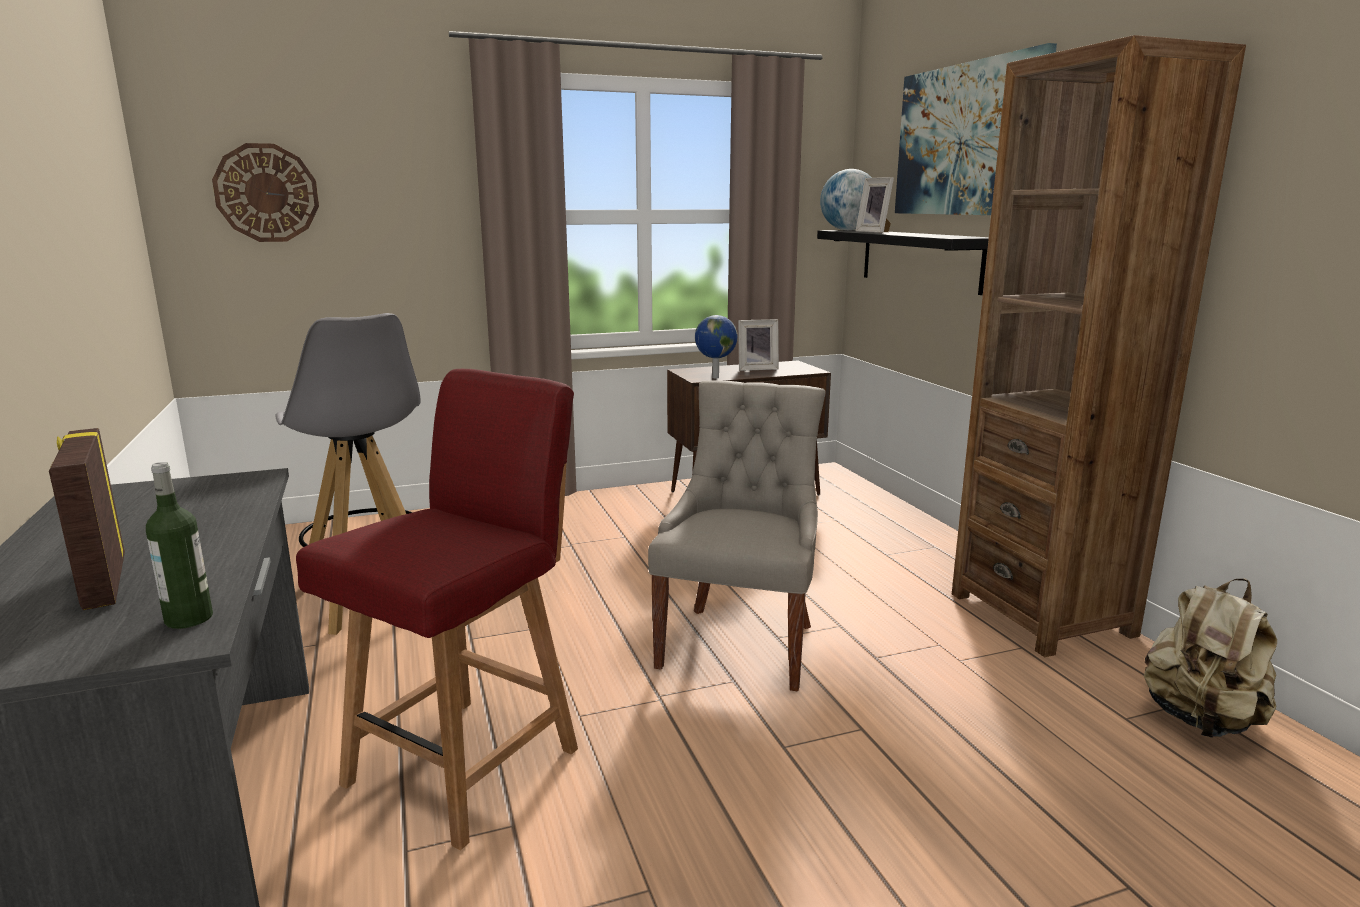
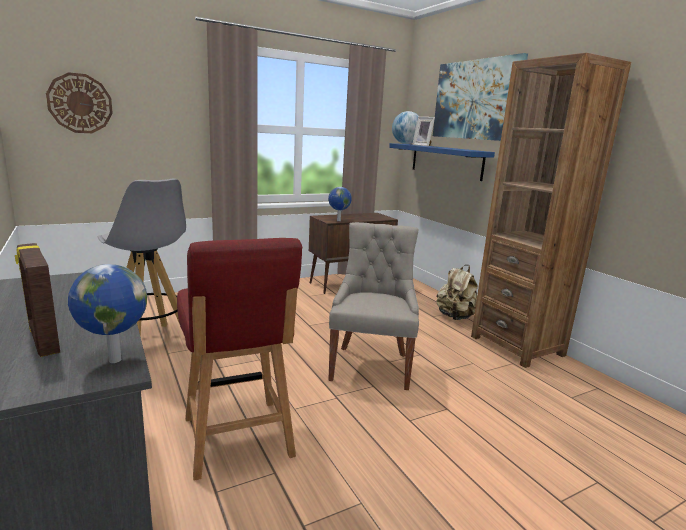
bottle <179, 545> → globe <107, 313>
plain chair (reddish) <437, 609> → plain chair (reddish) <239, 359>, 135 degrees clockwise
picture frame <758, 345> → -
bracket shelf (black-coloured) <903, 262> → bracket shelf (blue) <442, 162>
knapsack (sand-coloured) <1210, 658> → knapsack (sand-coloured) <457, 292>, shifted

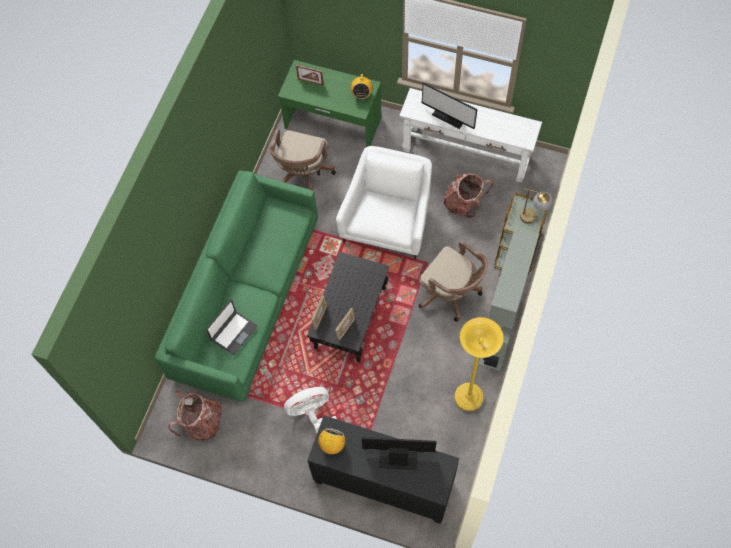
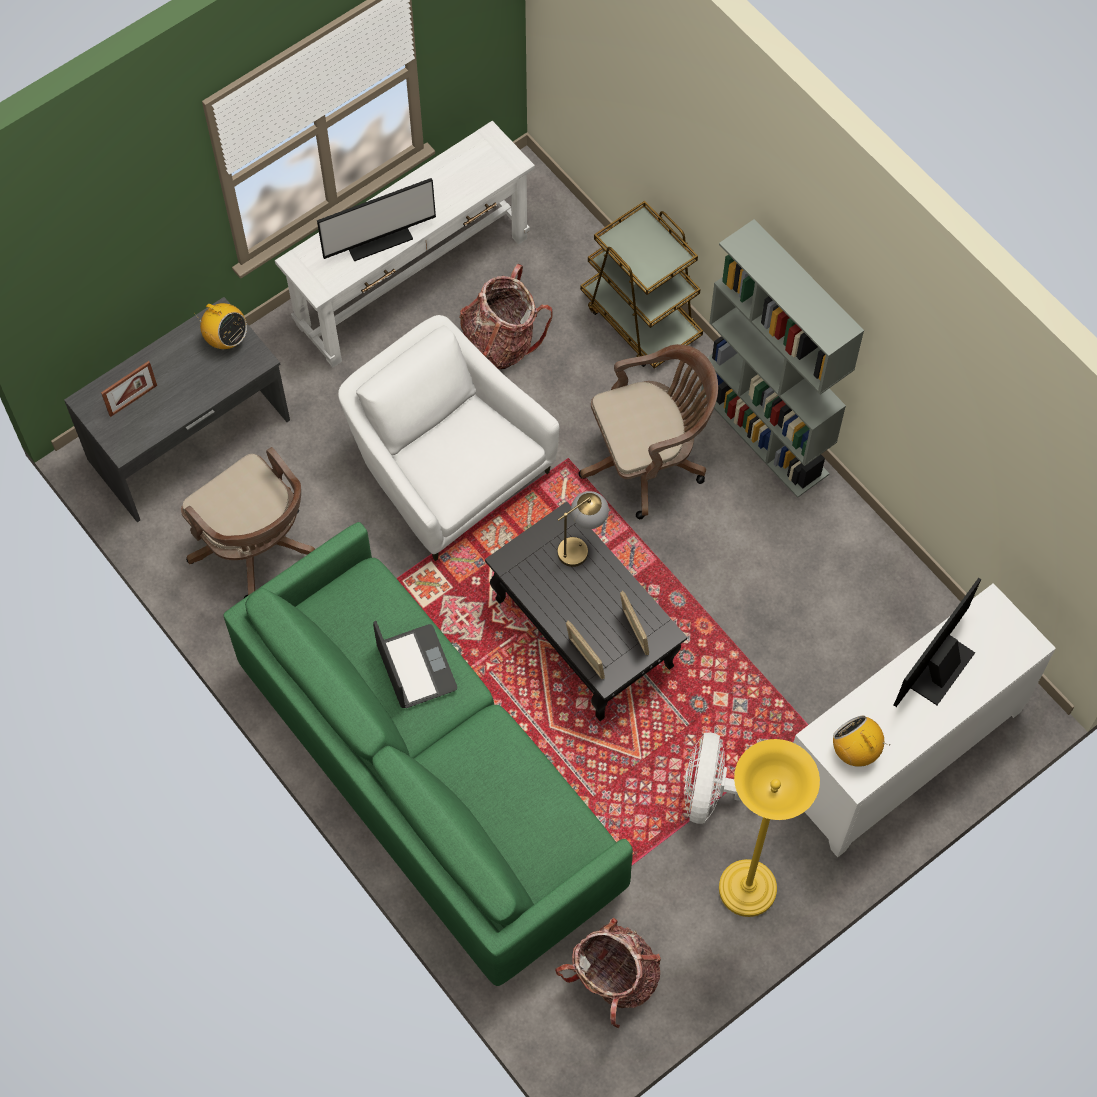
notebook computer <231, 327> → notebook computer <415, 664>, shifted
desk table (green) <329, 103> → desk table (grey) <177, 409>
cupboard (black-coloured) <383, 469> → cupboard (white-coloured) <924, 720>
floor lamp (yellowish) <479, 364> → floor lamp (yellowish) <769, 828>, shifted
tabletop lamp <536, 205> → tabletop lamp <583, 529>, shifted

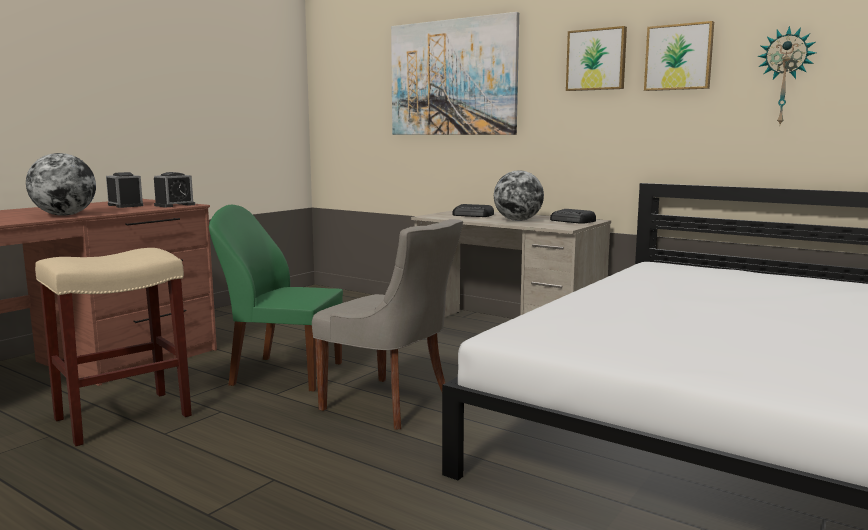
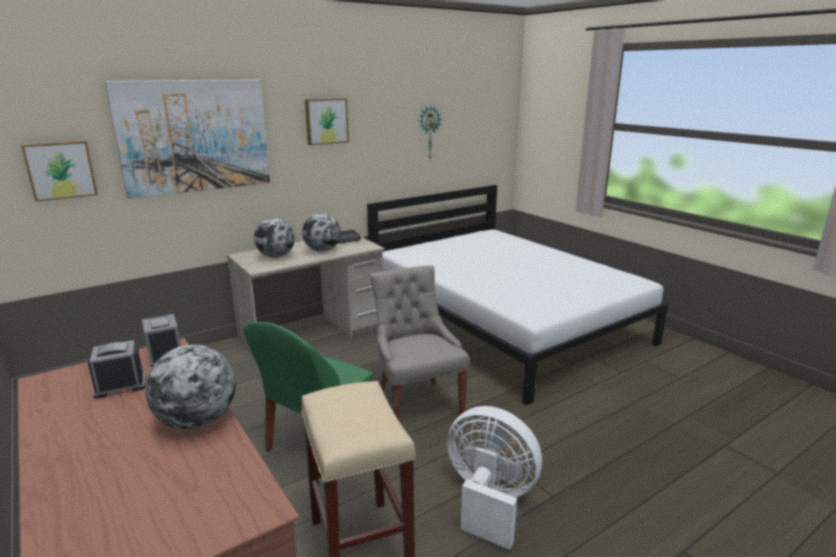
plain chair (grey) <387, 324> → plain chair (grey) <419, 343>, 75 degrees counterclockwise
radio set <473, 210> → globe <274, 238>
picture <679, 56> → picture <59, 171>, shifted
- → electric fan (white-coloured) <494, 478>

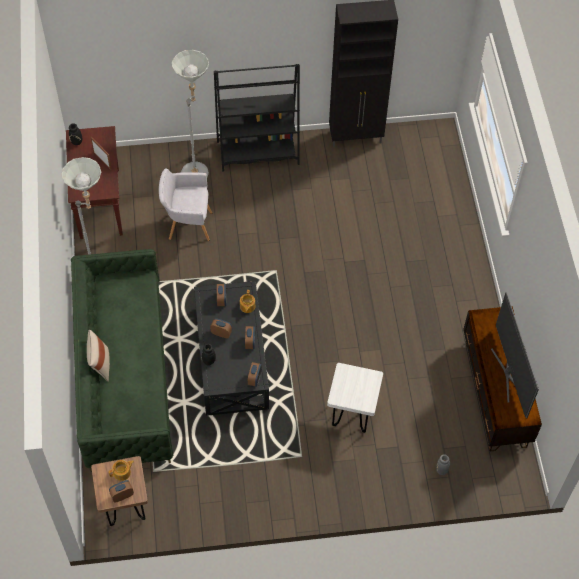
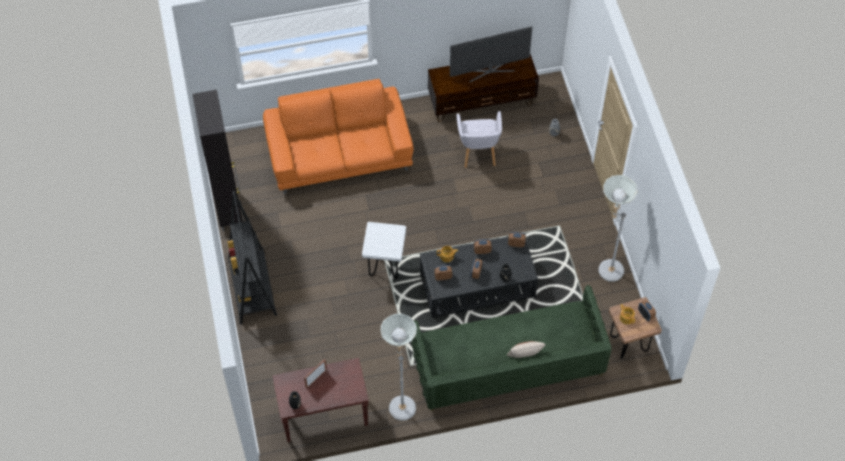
armchair (grey) <185, 204> → armchair (grey) <479, 139>, shifted
floor lamp (grey) <190, 113> → floor lamp (grey) <618, 228>, shifted
sitting stool (white-coloured) <355, 398> → sitting stool (white-coloured) <384, 250>, shifted
- → settee (orange-coloured) <338, 136>

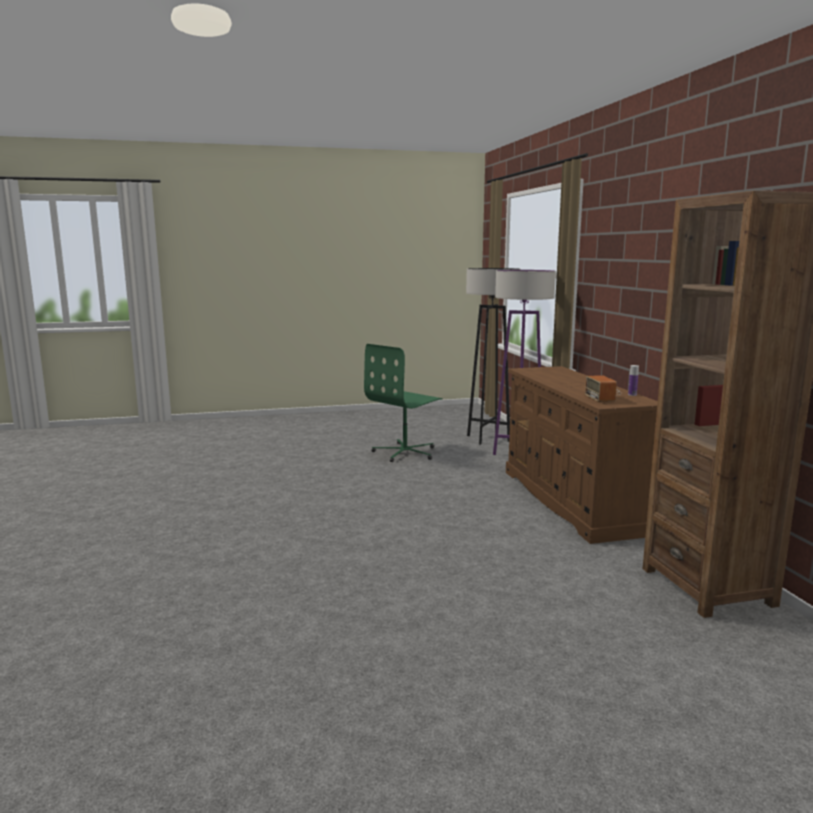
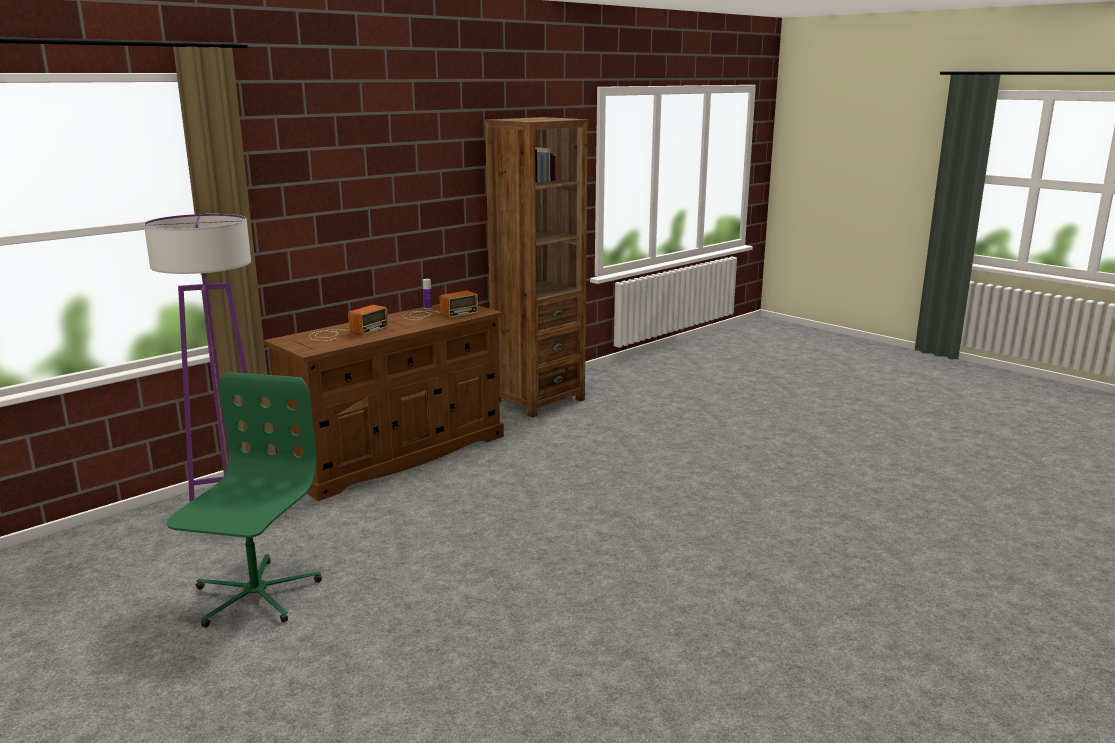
desk chair (green) <403, 403> → desk chair (green) <244, 500>, 90 degrees counterclockwise
floor lamp (grey) <493, 356> → -
- → radio set <348, 323>

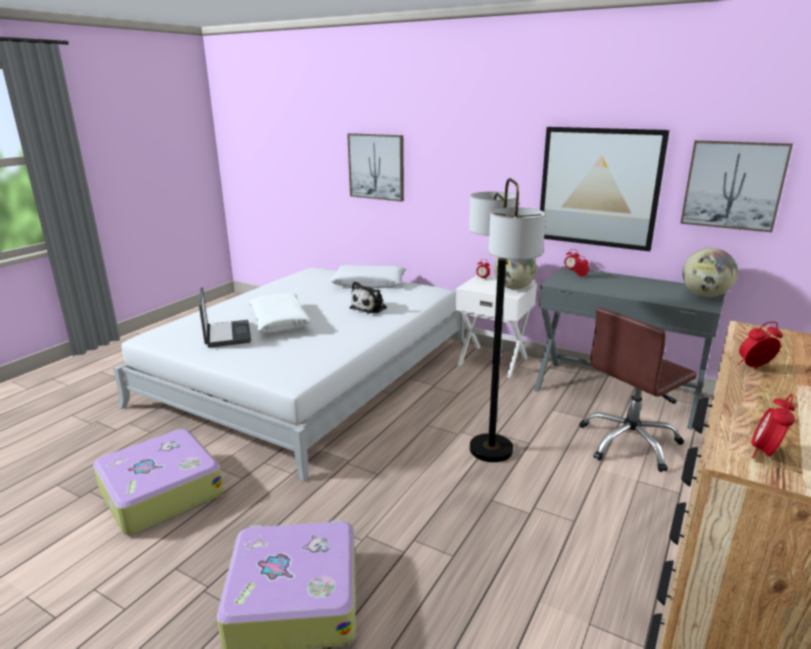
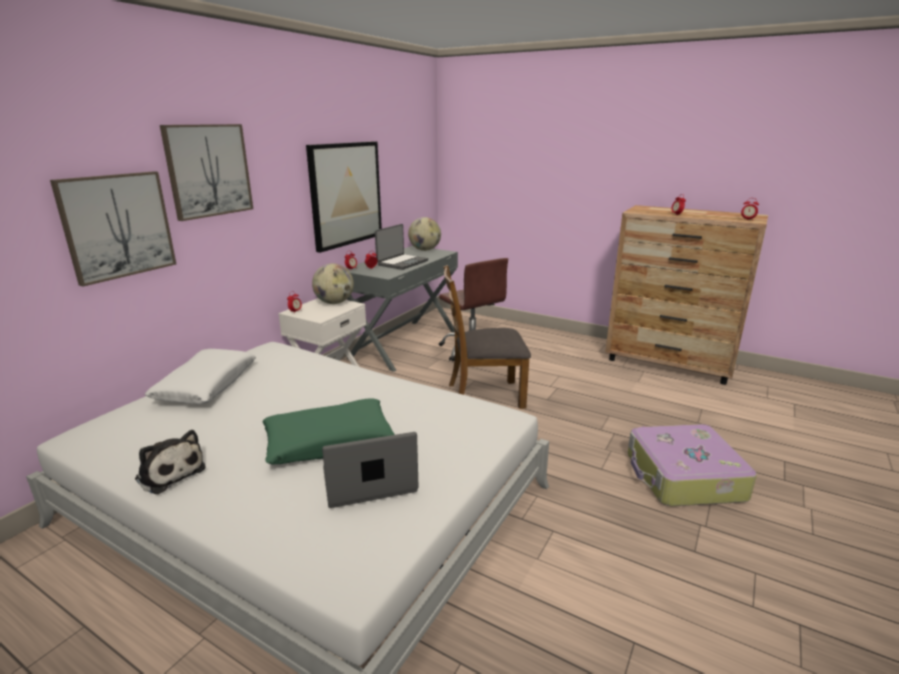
travel case <158, 482> → -
throw pillow (white-coloured) <280, 313> → throw pillow (green) <328, 431>
plush toy <368, 297> → plush toy <170, 462>, shifted
floor lamp <507, 320> → plain chair (brown) <487, 337>
picture <736, 186> → picture <206, 172>, shifted
- → notebook computer <401, 247>

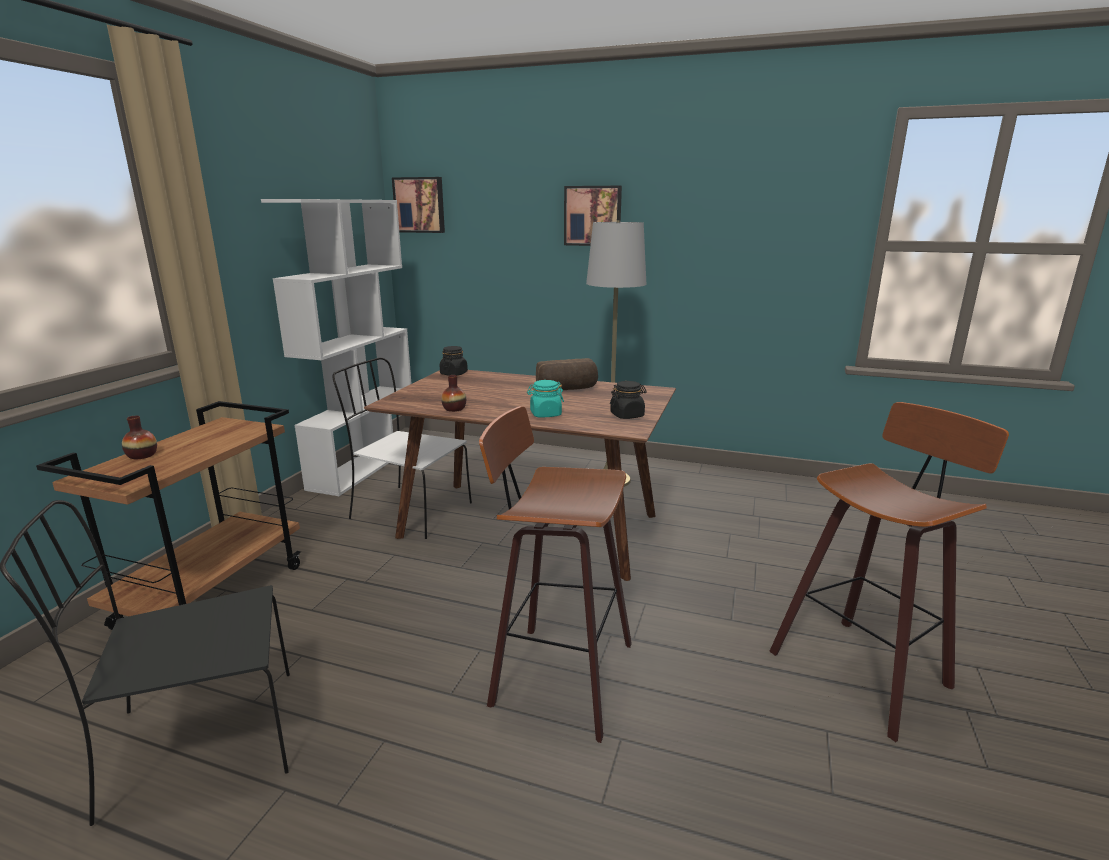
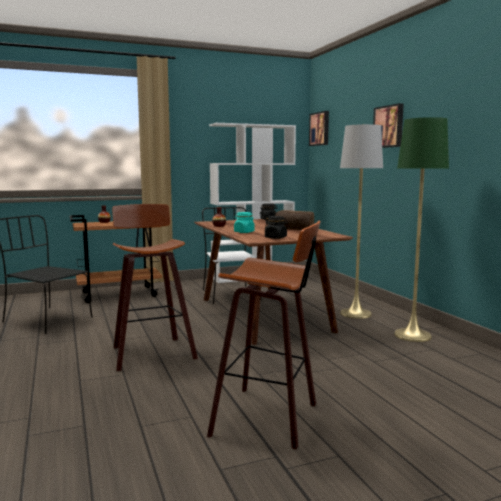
- → floor lamp (green) <421, 229>

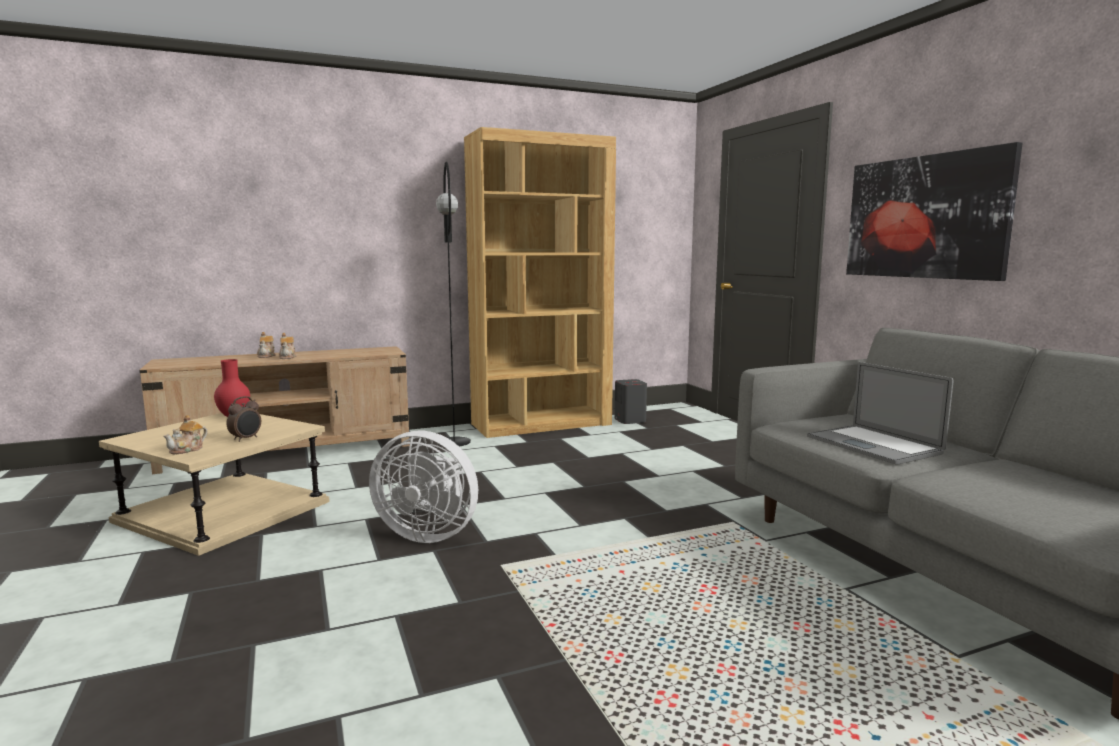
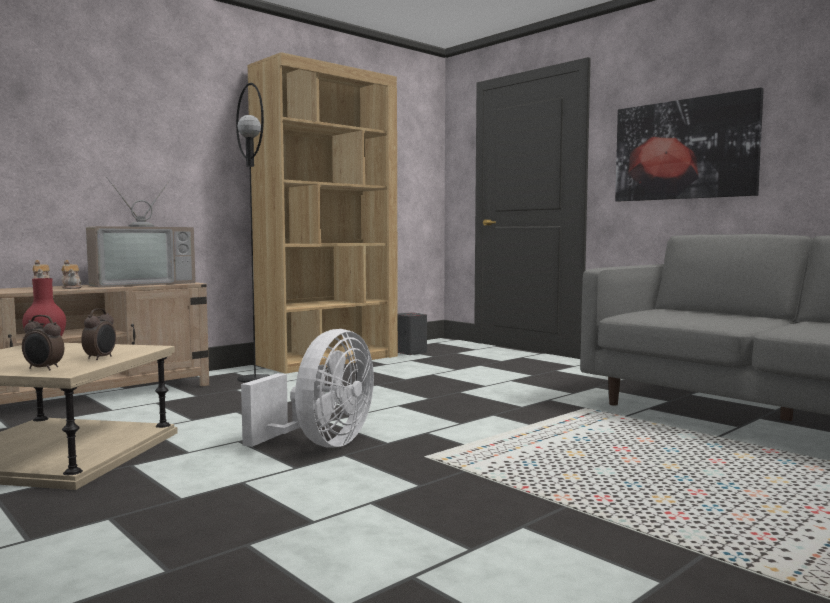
teapot <185, 434> → alarm clock <43, 343>
electric fan (white-coloured) <423, 487> → electric fan (white-coloured) <307, 388>, 60 degrees counterclockwise
notebook computer <880, 413> → -
- → television <141, 232>

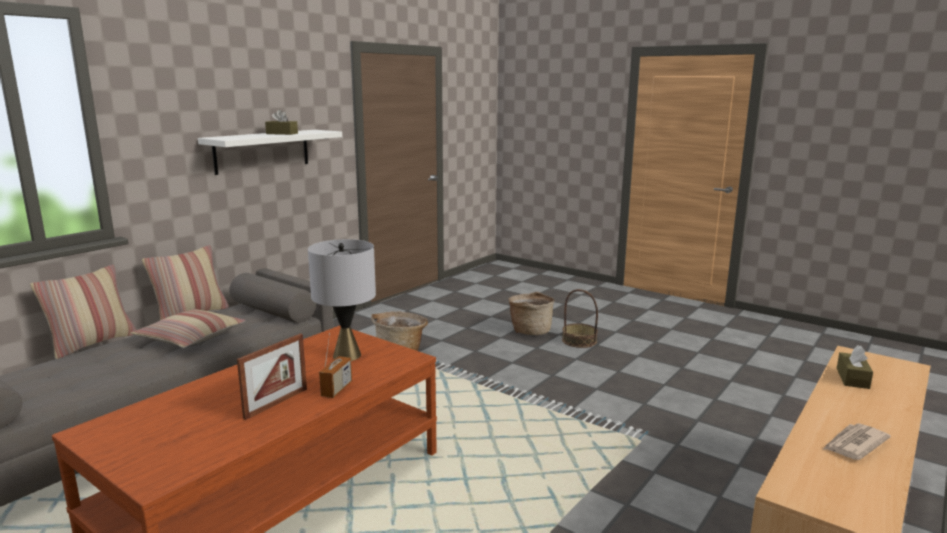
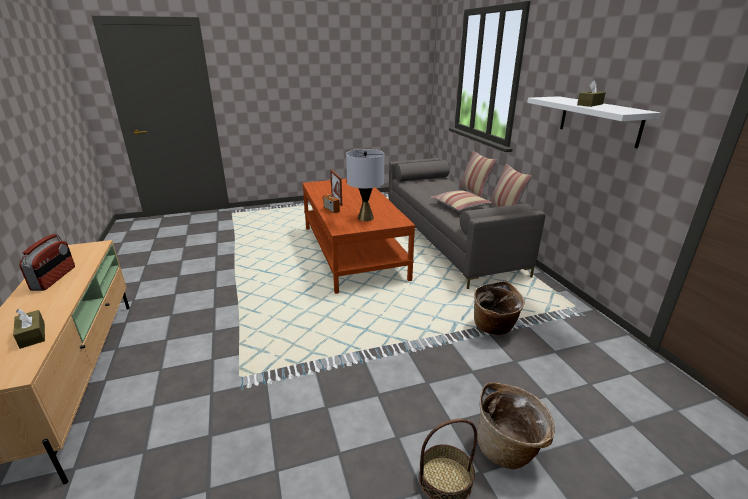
daily paper <857, 442> → radio set <47, 262>

